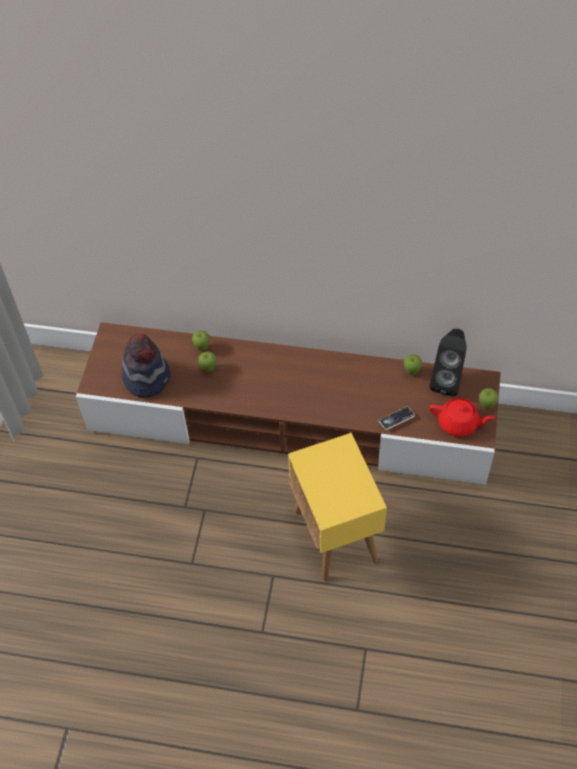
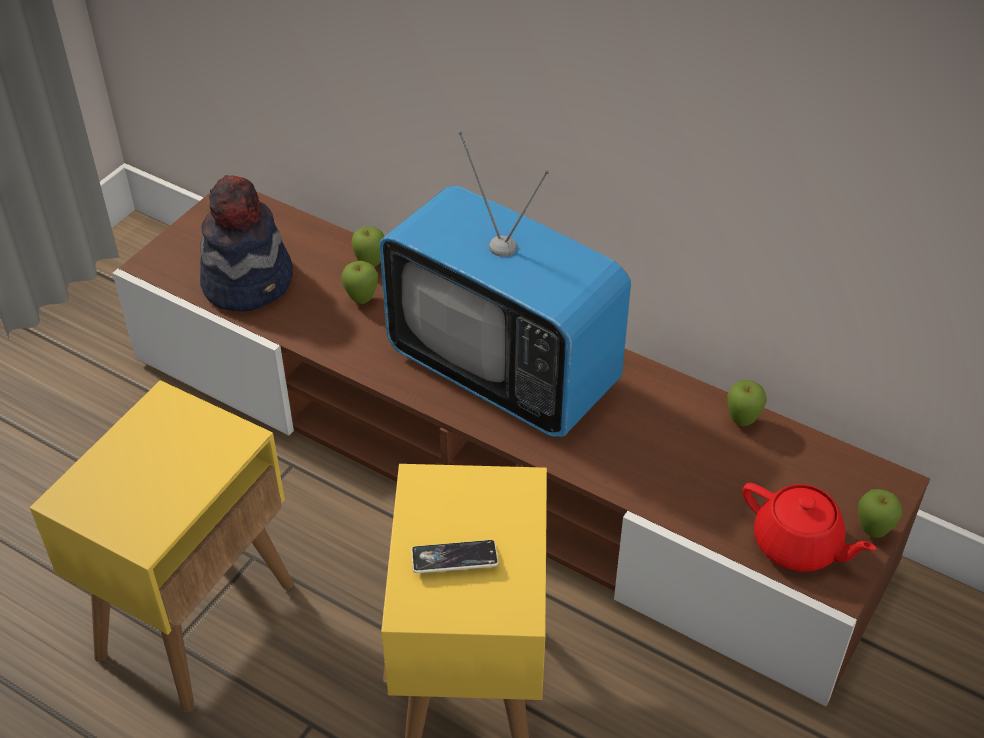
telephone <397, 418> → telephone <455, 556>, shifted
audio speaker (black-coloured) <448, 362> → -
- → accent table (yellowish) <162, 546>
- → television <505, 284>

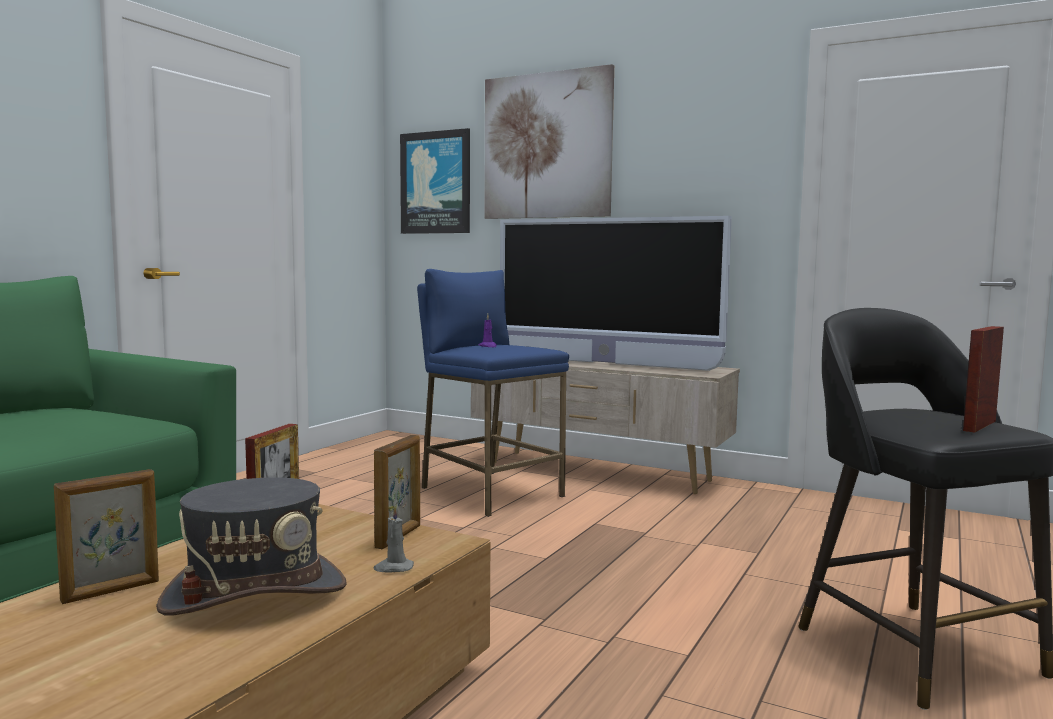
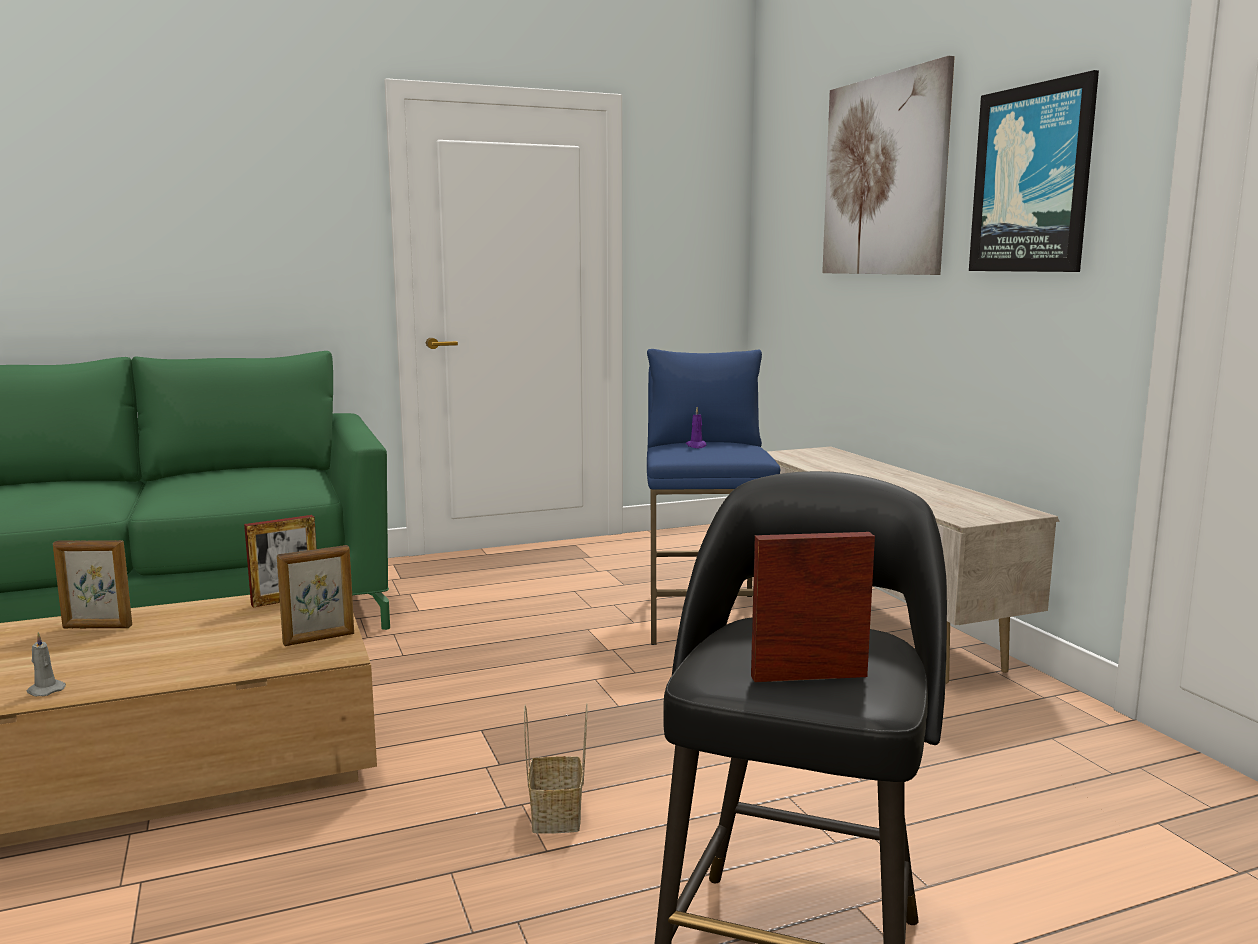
wearable hat (grey) <251, 546> → -
wax candle (grey) <393, 539> → wax candle (grey) <46, 664>, shifted
picture <435, 181> → picture <1034, 171>, shifted
television <616, 293> → -
- → household basket <556, 768>

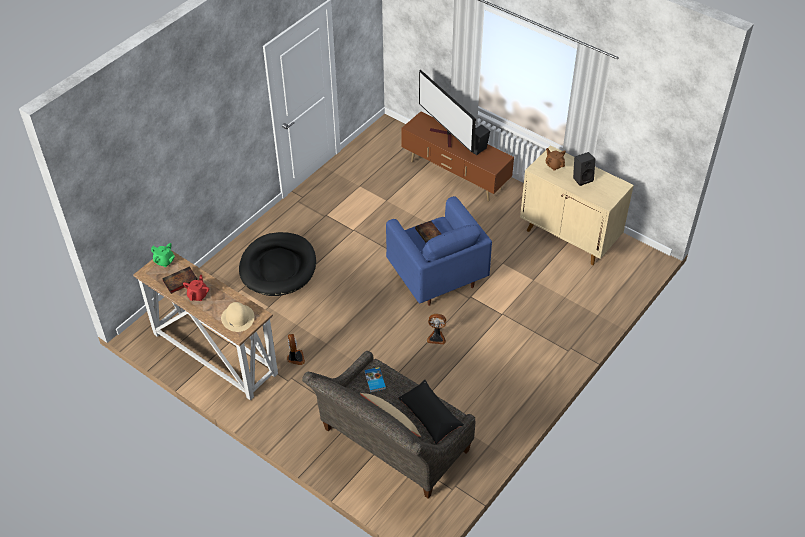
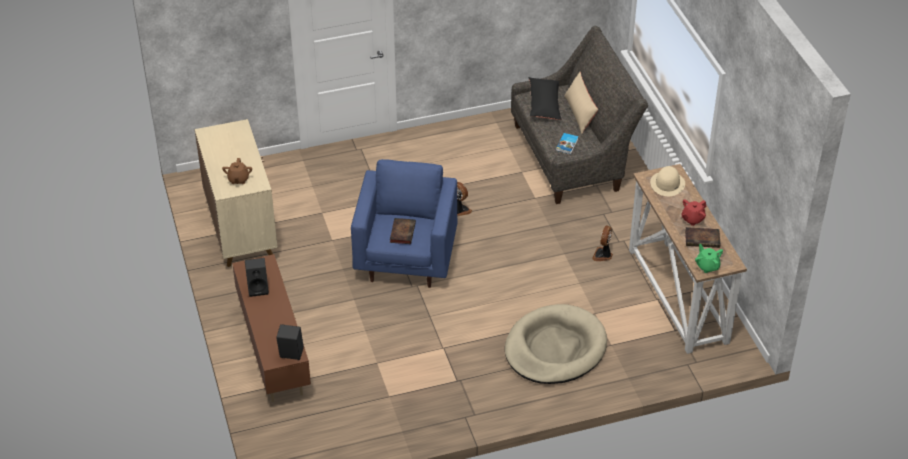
dog bed (black-coloured) <277, 264> → dog bed (sand-coloured) <556, 344>
television <447, 111> → -
audio speaker (black-coloured) <584, 169> → audio speaker (black-coloured) <290, 342>, shifted

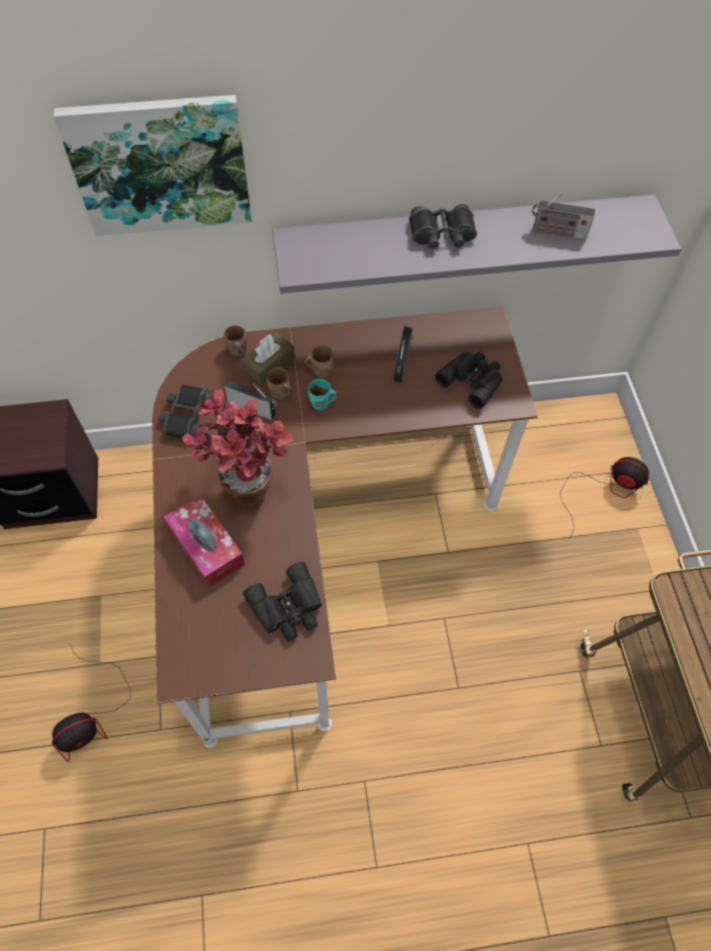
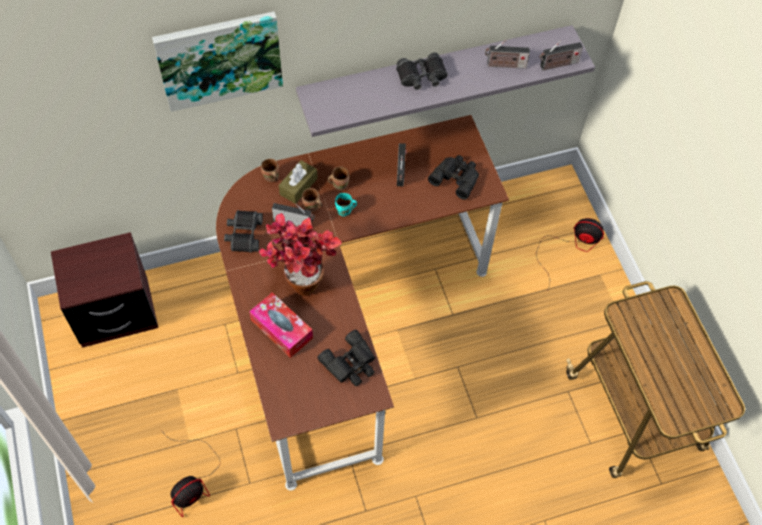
- → radio set <561, 55>

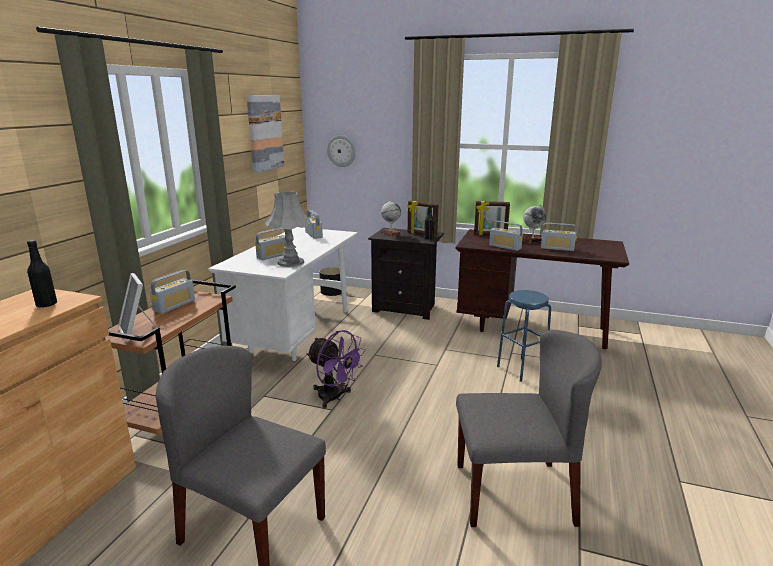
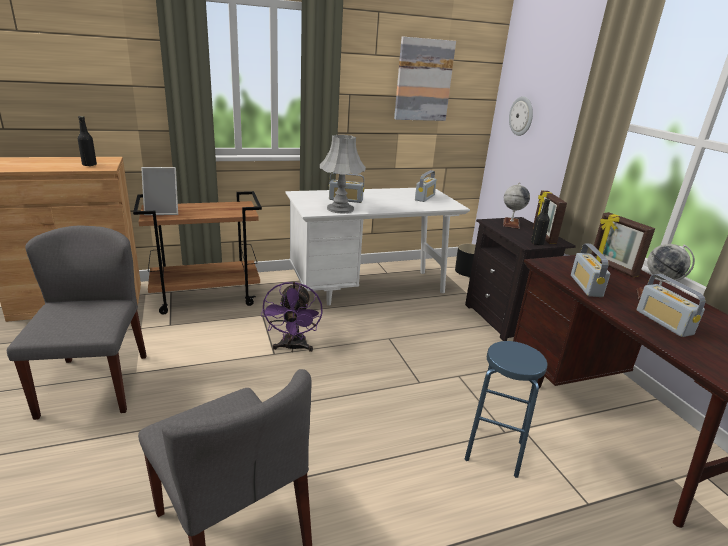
picture frame <137, 307> → picture frame <159, 191>, 120 degrees counterclockwise
radio set <172, 292> → -

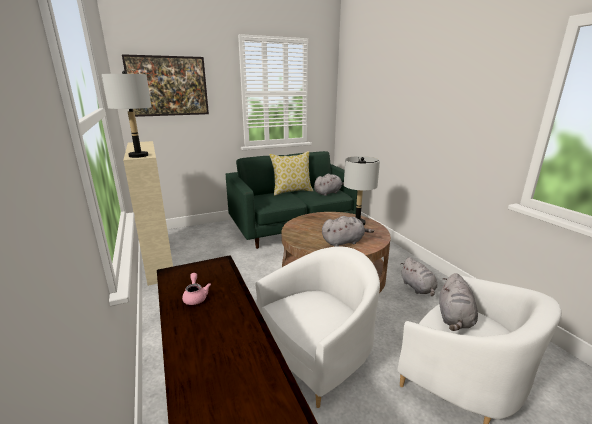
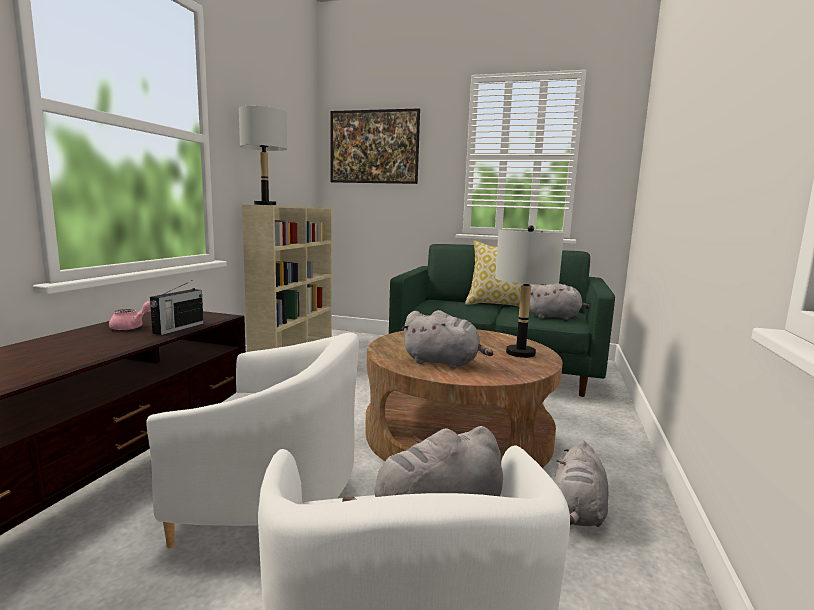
- → radio set <177, 308>

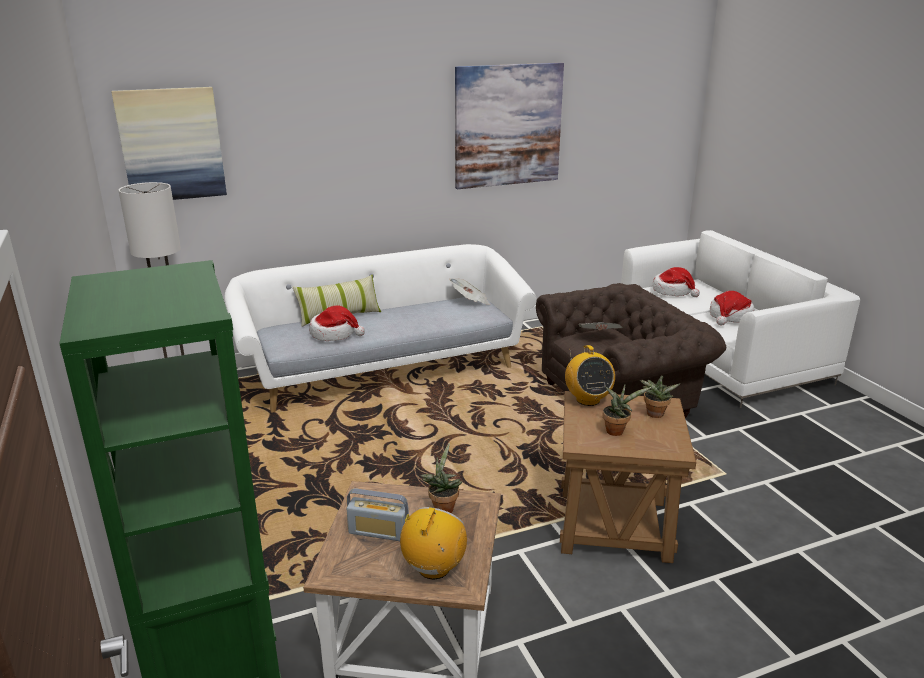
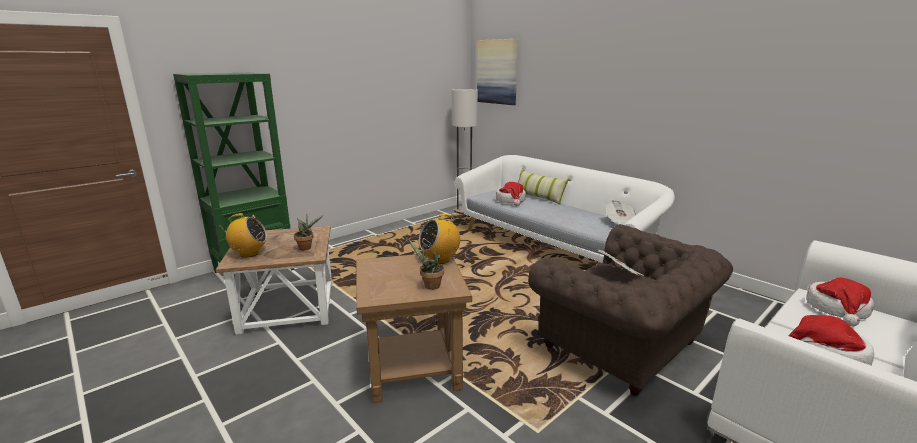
radio set <378, 515> → -
picture <509, 126> → -
plant in a pot <627, 410> → -

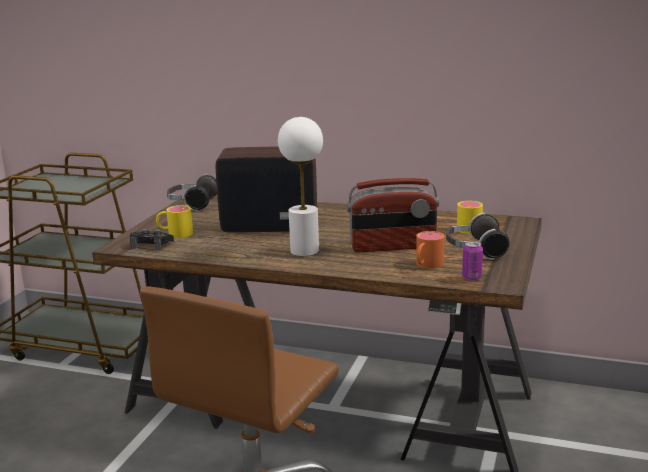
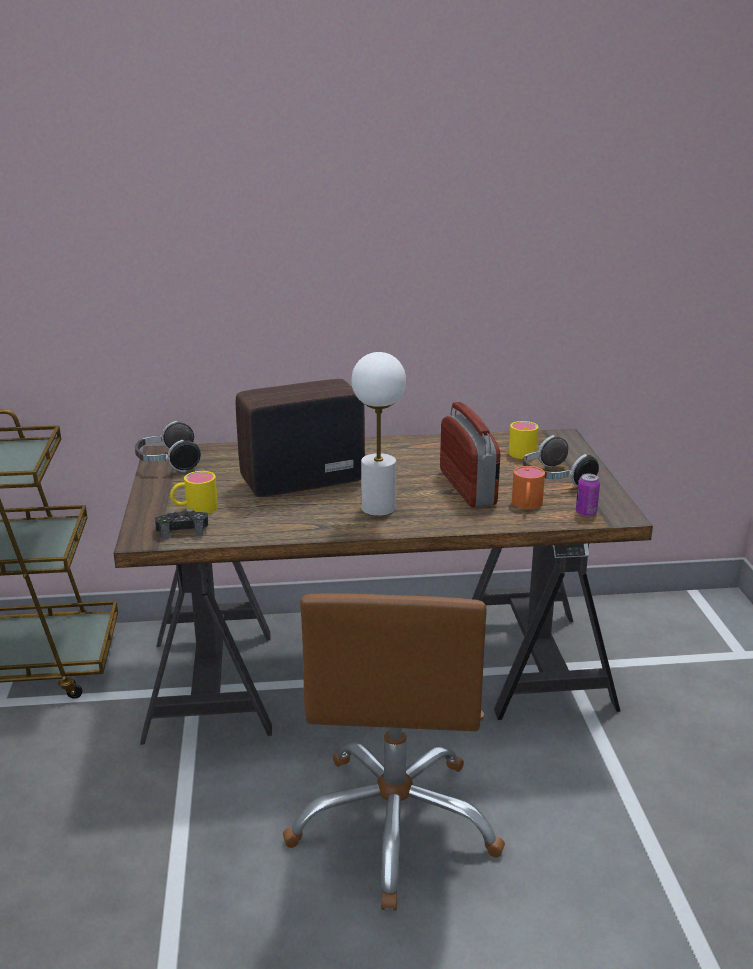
radio set <393, 215> → radio set <470, 455>, 75 degrees counterclockwise

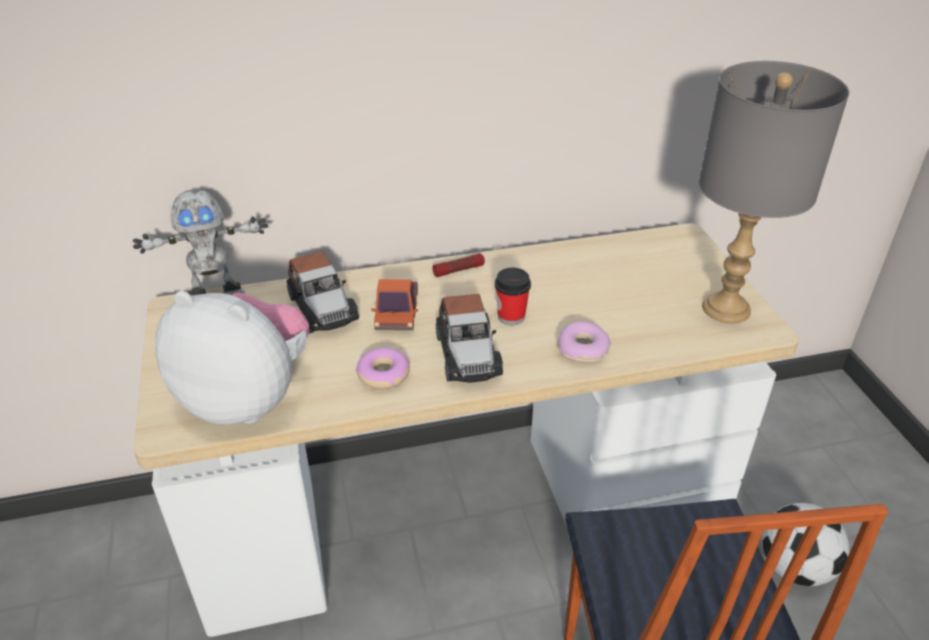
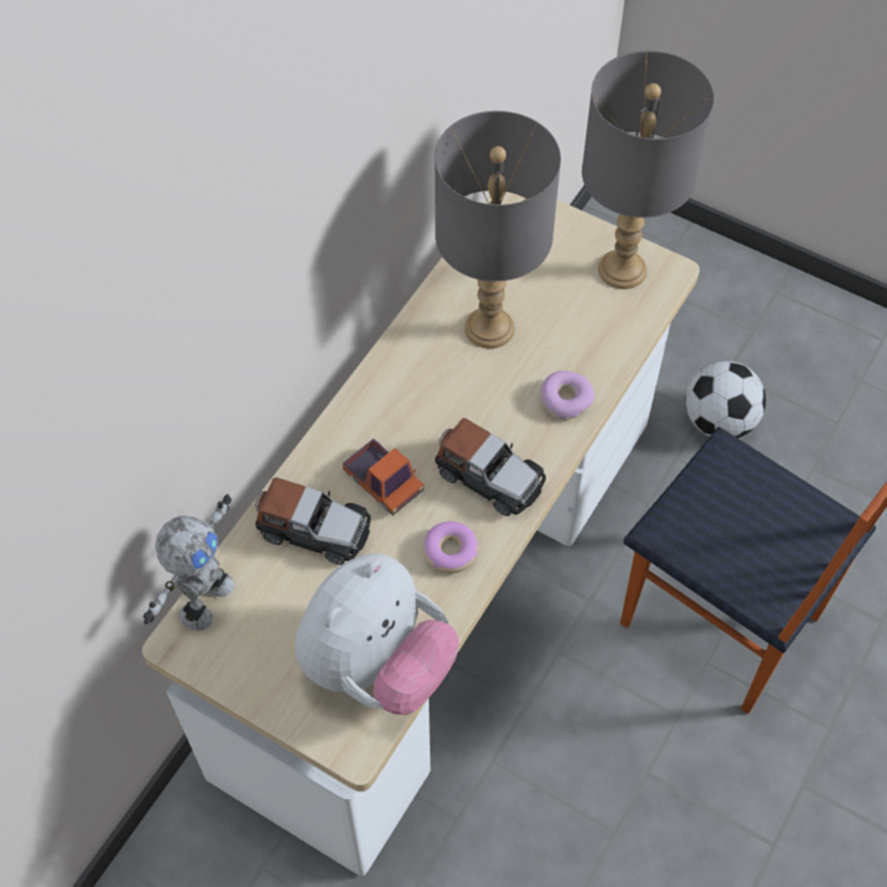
plush toy <232, 357> → plush toy <377, 634>, 150 degrees clockwise
torch <459, 265> → -
drinking cup <513, 296> → -
- → tabletop lamp (grey) <498, 230>

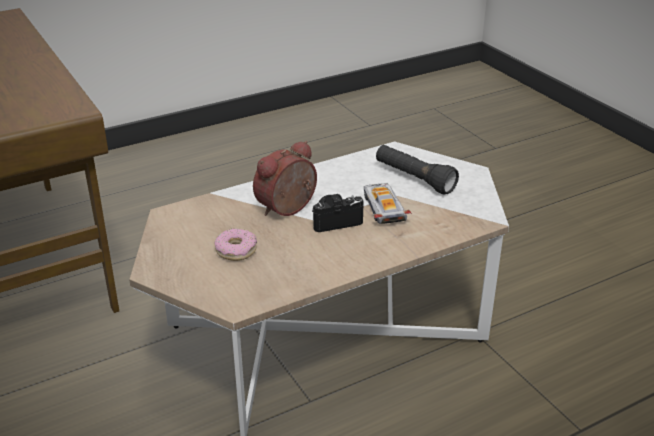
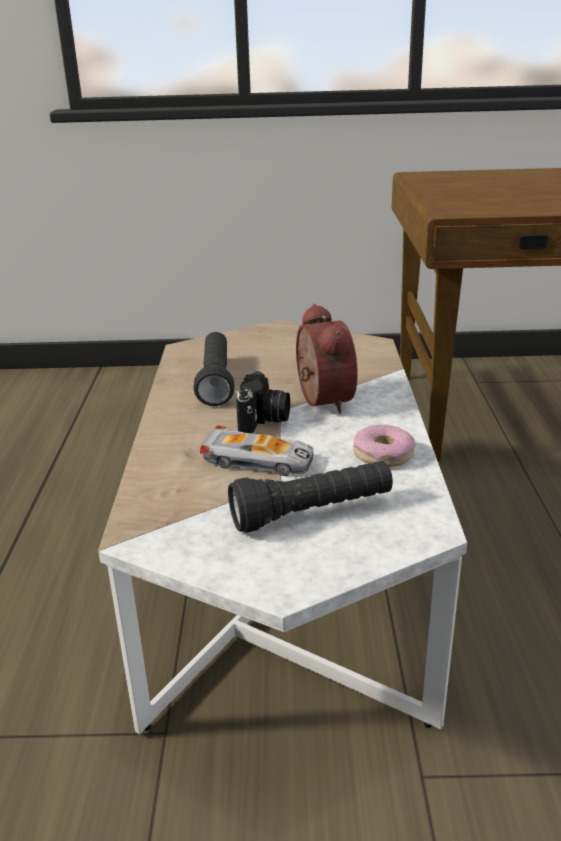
donut <235, 244> → donut <384, 446>, shifted
- → torch (black-coloured) <213, 369>

